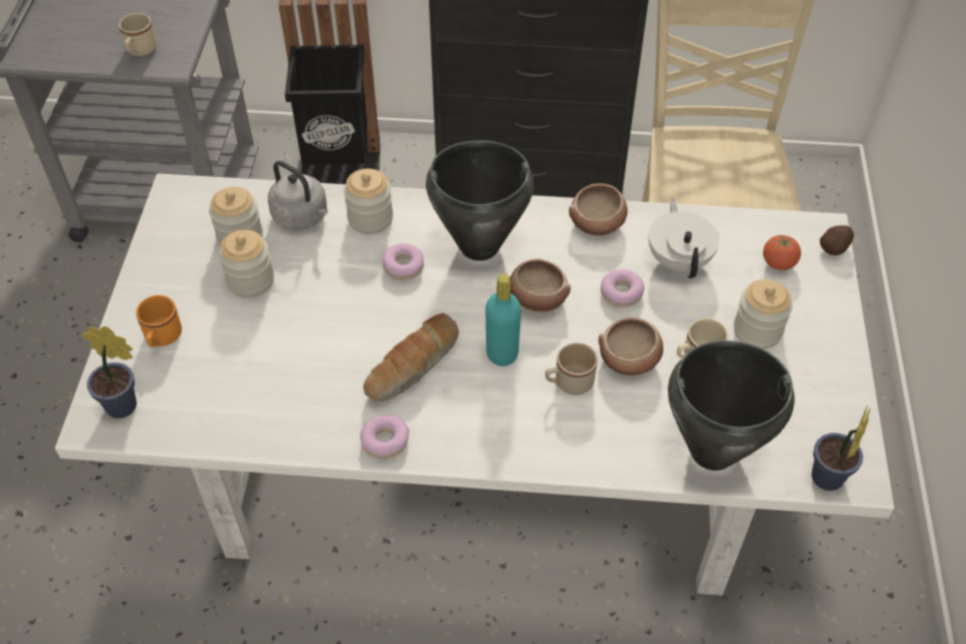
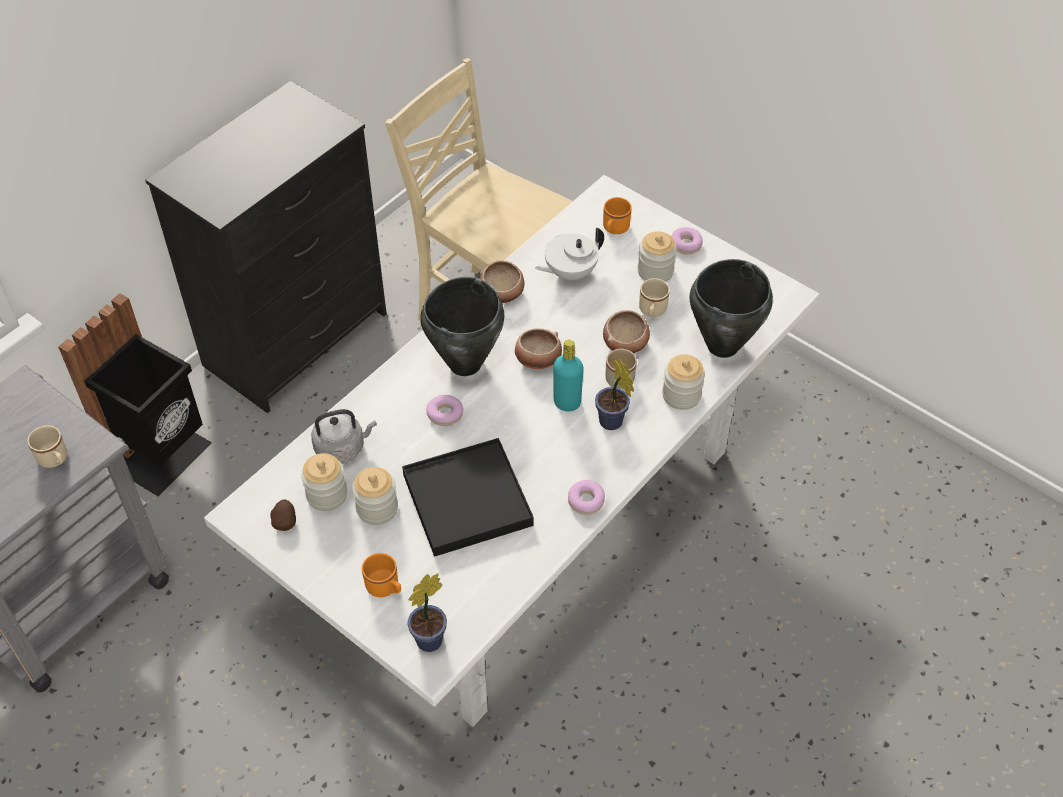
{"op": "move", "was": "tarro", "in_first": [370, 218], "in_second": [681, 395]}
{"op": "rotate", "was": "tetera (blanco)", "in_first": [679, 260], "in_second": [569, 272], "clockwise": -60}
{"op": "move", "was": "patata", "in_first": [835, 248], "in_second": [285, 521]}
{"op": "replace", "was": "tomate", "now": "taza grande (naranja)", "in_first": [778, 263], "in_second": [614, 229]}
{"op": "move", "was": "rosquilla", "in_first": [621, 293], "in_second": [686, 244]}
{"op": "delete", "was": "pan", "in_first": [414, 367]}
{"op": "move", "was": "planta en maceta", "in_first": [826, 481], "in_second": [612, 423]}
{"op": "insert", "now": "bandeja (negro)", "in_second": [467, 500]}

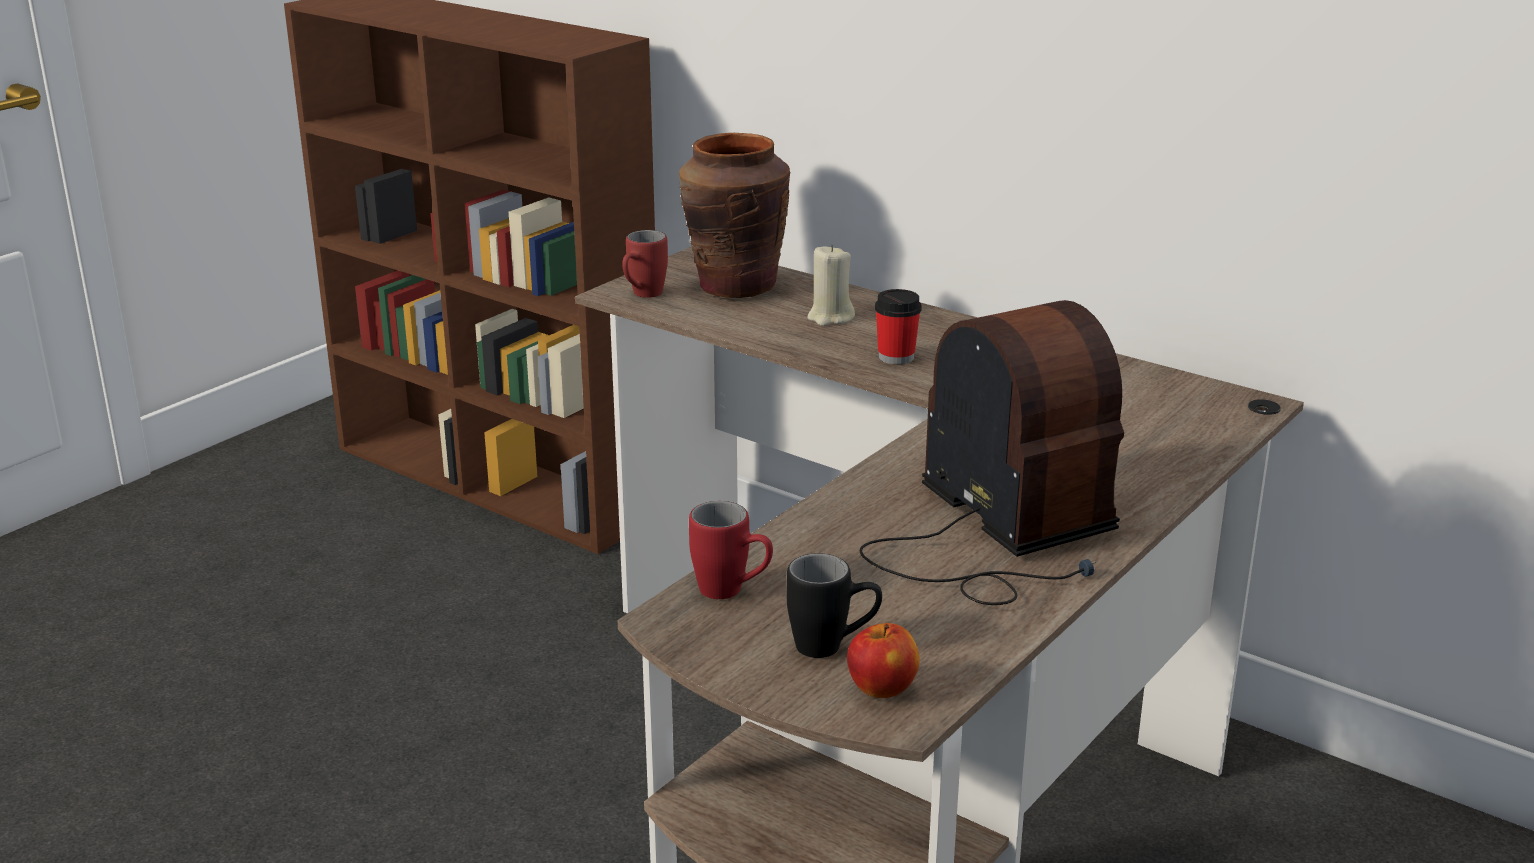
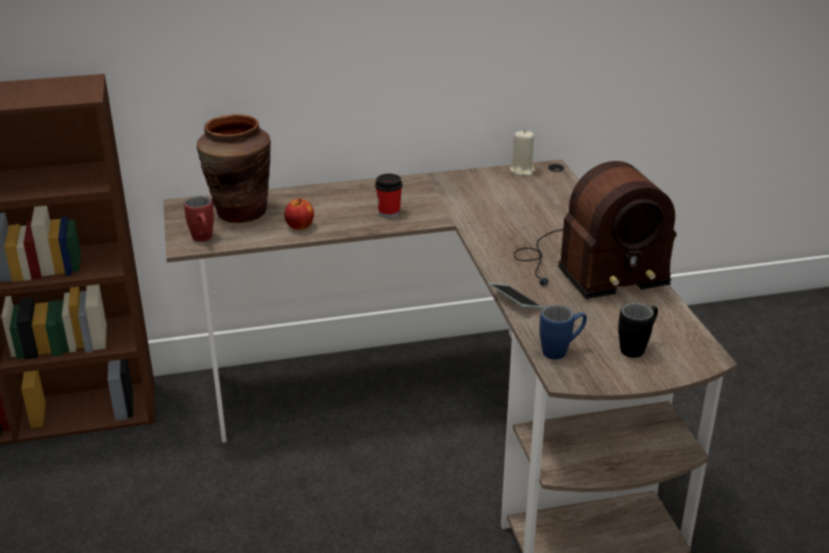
{"op": "move", "was": "vela (beis)", "in_first": [830, 317], "in_second": [522, 170]}
{"op": "rotate", "was": "radio", "in_first": [997, 534], "in_second": [587, 269], "clockwise": 150}
{"op": "recolor", "was": "taza grande (rojo)", "now": "taza grande (azul)", "in_first": [732, 592], "in_second": [561, 351]}
{"op": "move", "was": "manzana", "in_first": [882, 689], "in_second": [299, 227]}
{"op": "insert", "now": "móvil", "in_second": [514, 301]}

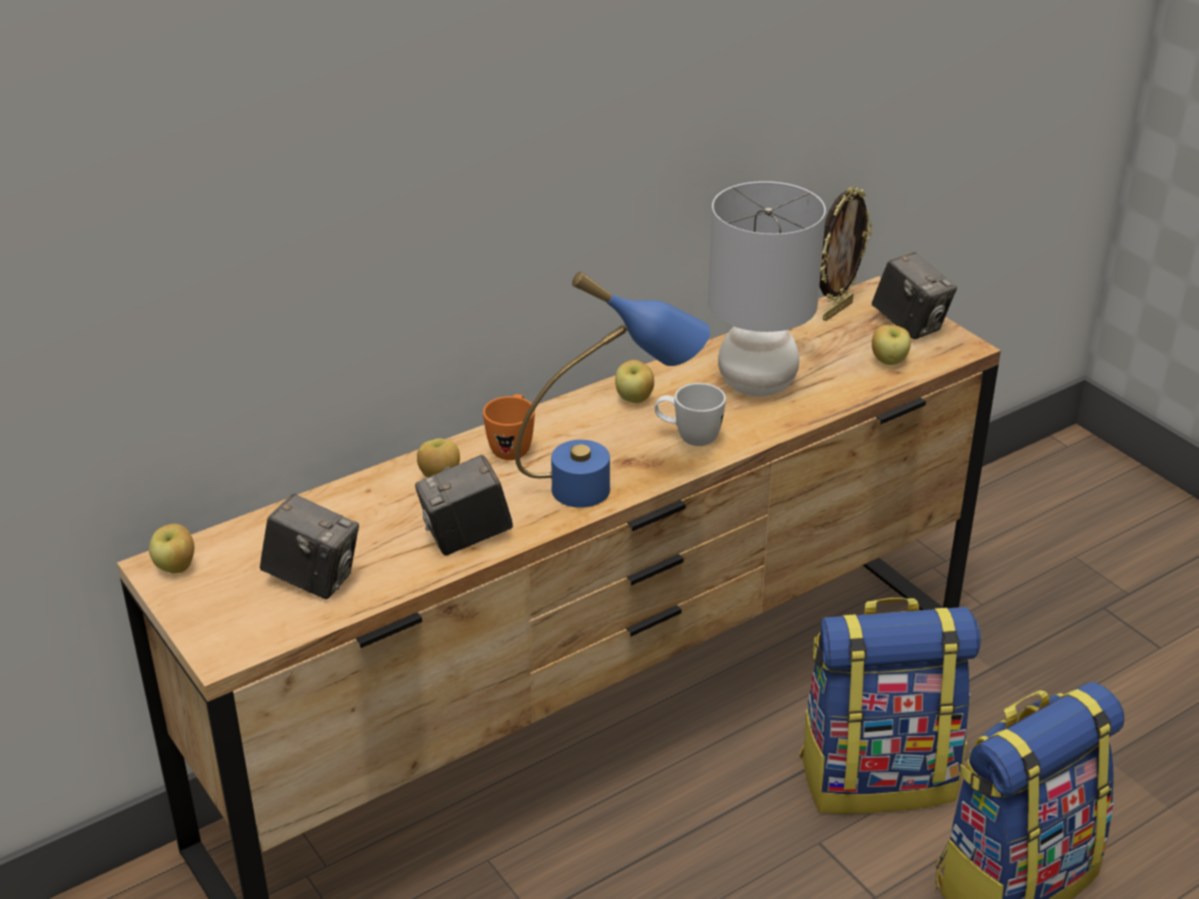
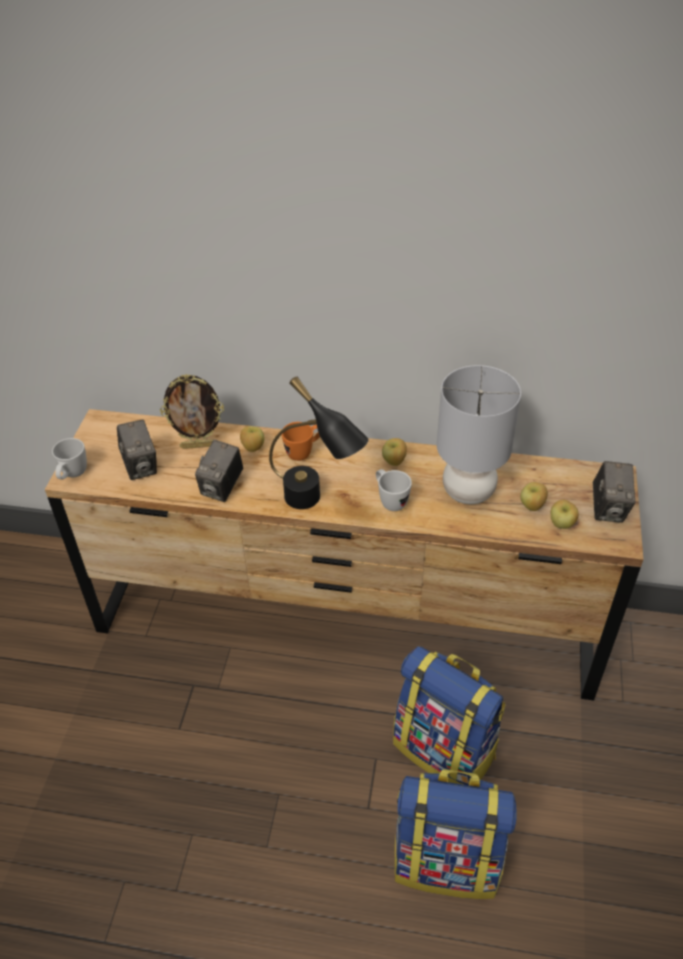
{"op": "move", "was": "portarretratos", "in_first": [836, 310], "in_second": [198, 445]}
{"op": "recolor", "was": "lámpara de mesa (azul)", "now": "lámpara de mesa (negro)", "in_first": [610, 487], "in_second": [316, 503]}
{"op": "rotate", "was": "cámara", "in_first": [466, 538], "in_second": [222, 487], "clockwise": -90}
{"op": "move", "was": "manzana", "in_first": [176, 568], "in_second": [532, 506]}
{"op": "insert", "now": "taza grande (blanco)", "in_second": [72, 476]}

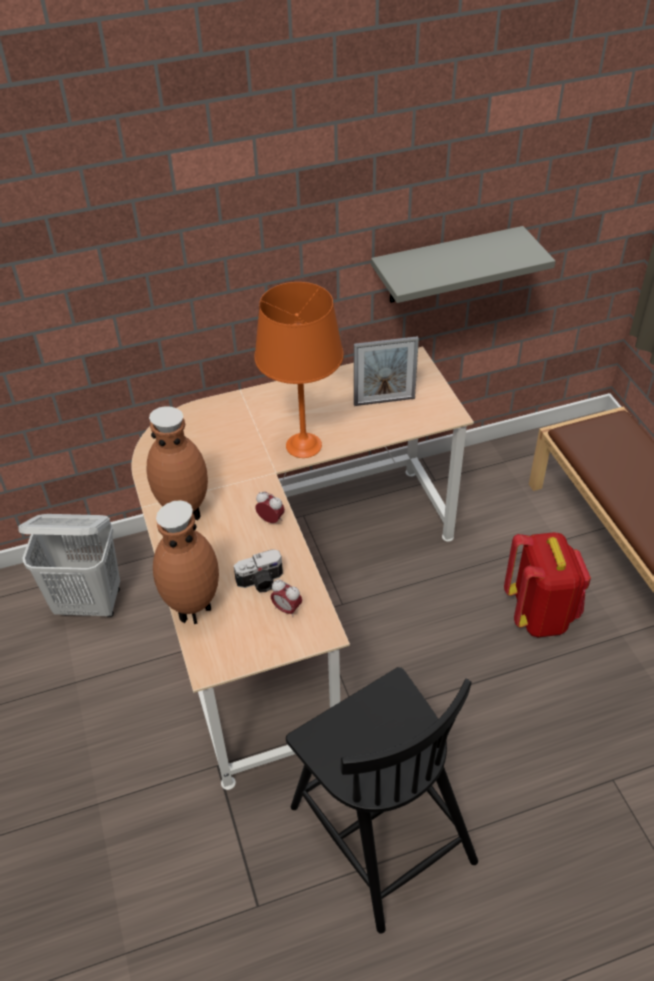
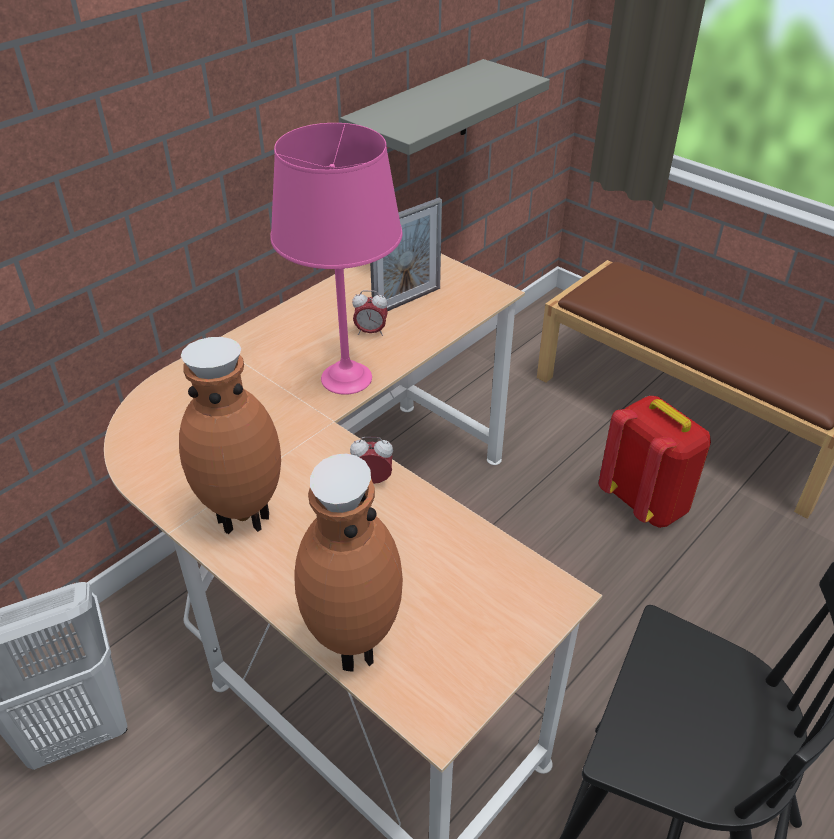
{"op": "recolor", "was": "lámpara de mesa (naranja)", "now": "lámpara de mesa (rosa)", "in_first": [304, 445], "in_second": [347, 378]}
{"op": "delete", "was": "cámara", "in_first": [261, 582]}
{"op": "move", "was": "despertador", "in_first": [287, 609], "in_second": [370, 332]}

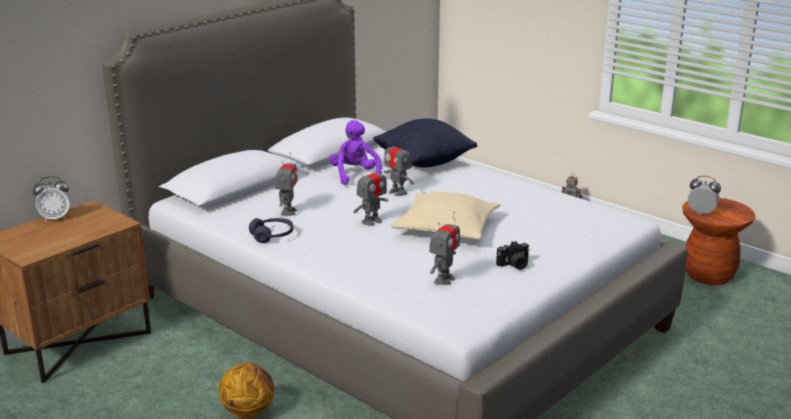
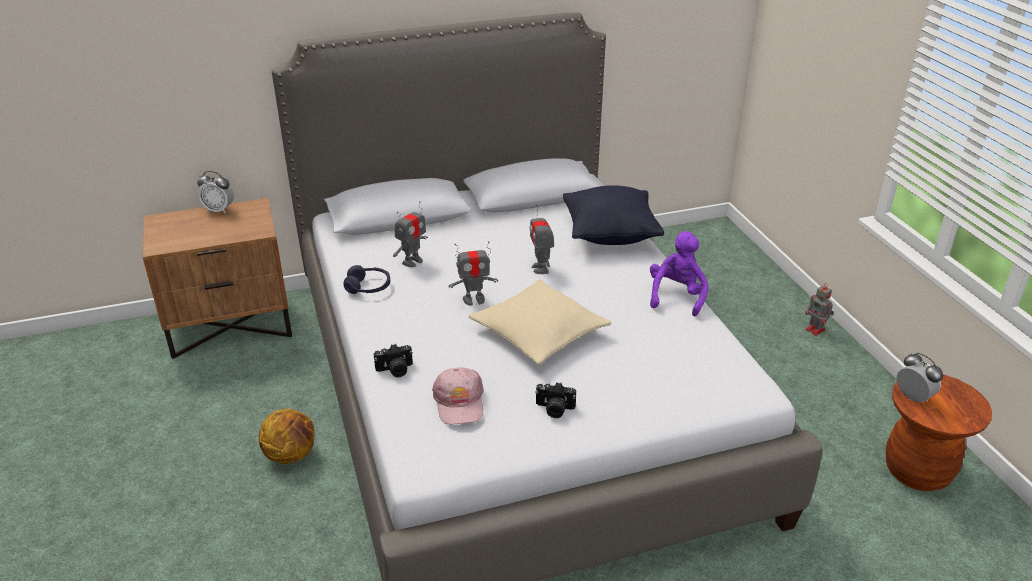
{"op": "move", "was": "peluche (morado)", "in_first": [355, 176], "in_second": [676, 296]}
{"op": "replace", "was": "robot de juguete", "now": "gorra (rosa)", "in_first": [444, 279], "in_second": [459, 402]}
{"op": "insert", "now": "cámara", "in_second": [395, 370]}

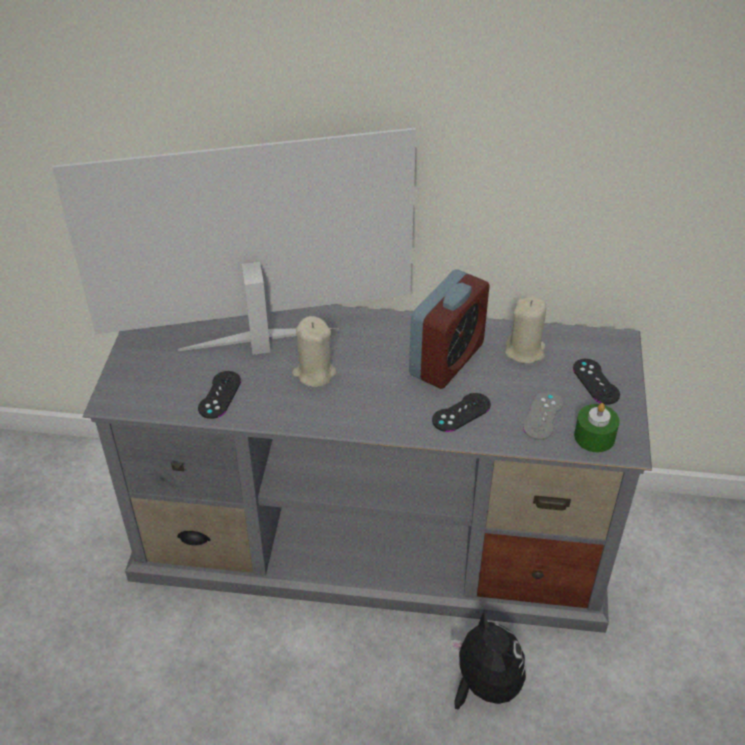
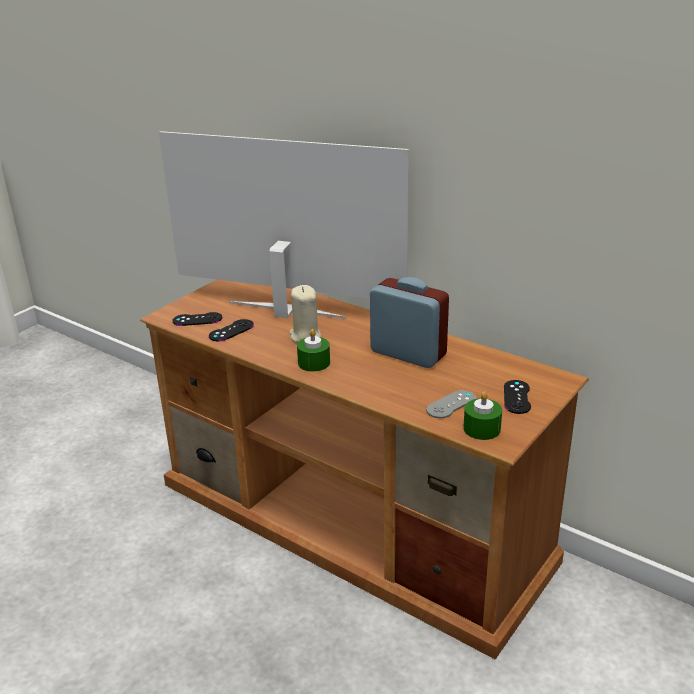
{"op": "rotate", "was": "despertador", "in_first": [446, 359], "in_second": [408, 353], "clockwise": -120}
{"op": "delete", "was": "vela (beis)", "in_first": [525, 351]}
{"op": "recolor", "was": "mueble de televisión (gris)", "now": "mueble de televisión (marrón)", "in_first": [376, 537], "in_second": [354, 521]}
{"op": "move", "was": "mando de consola (negro)", "in_first": [461, 412], "in_second": [197, 319]}
{"op": "delete", "was": "peluche", "in_first": [484, 685]}
{"op": "insert", "now": "vela (verde)", "in_second": [314, 363]}

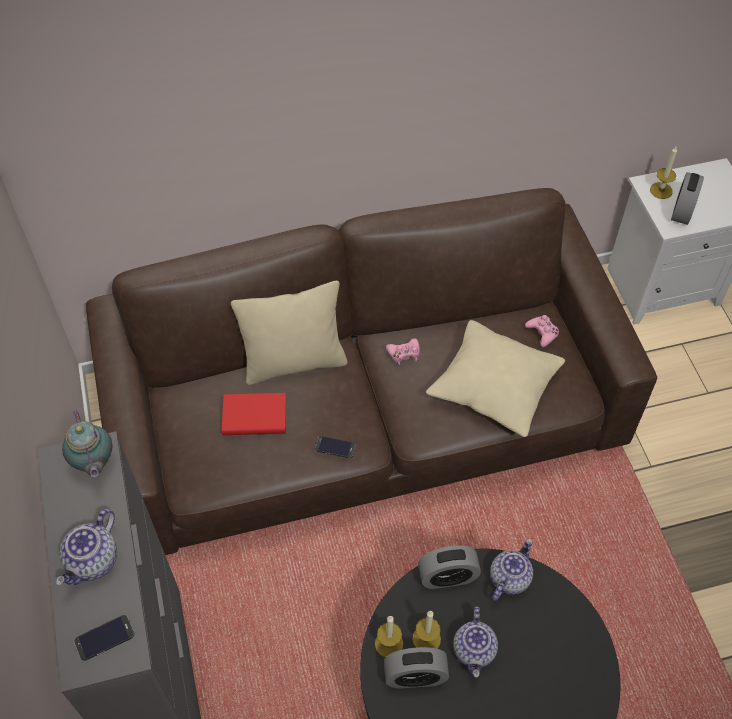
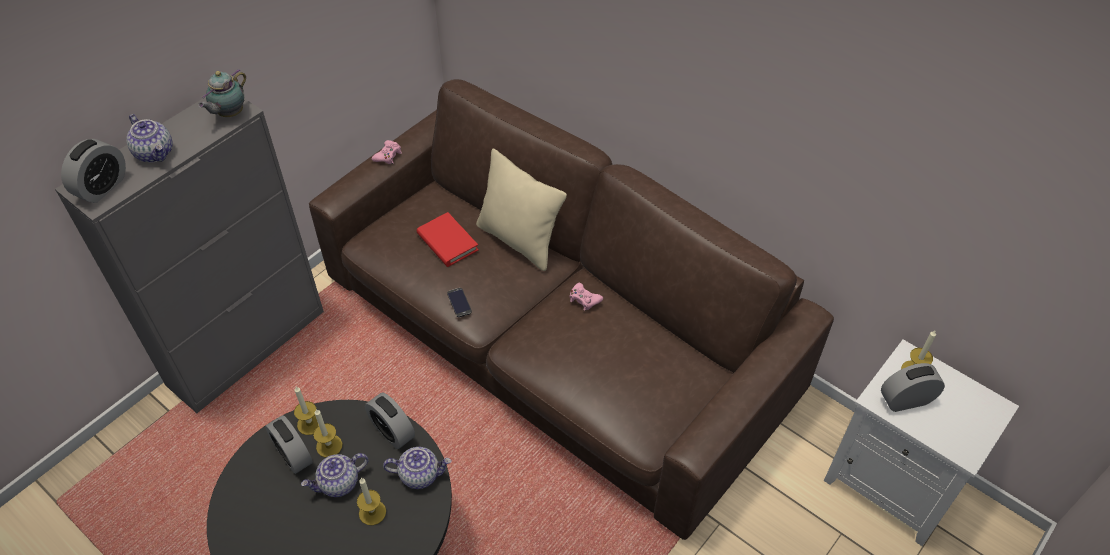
{"op": "move", "was": "mando de consola (rosa)", "in_first": [542, 333], "in_second": [388, 156]}
{"op": "delete", "was": "cojín (beis)", "in_first": [494, 387]}
{"op": "rotate", "was": "tetera", "in_first": [93, 561], "in_second": [155, 153], "clockwise": -120}
{"op": "replace", "was": "móvil", "now": "despertador", "in_first": [104, 638], "in_second": [102, 187]}
{"op": "insert", "now": "vela", "in_second": [372, 512]}

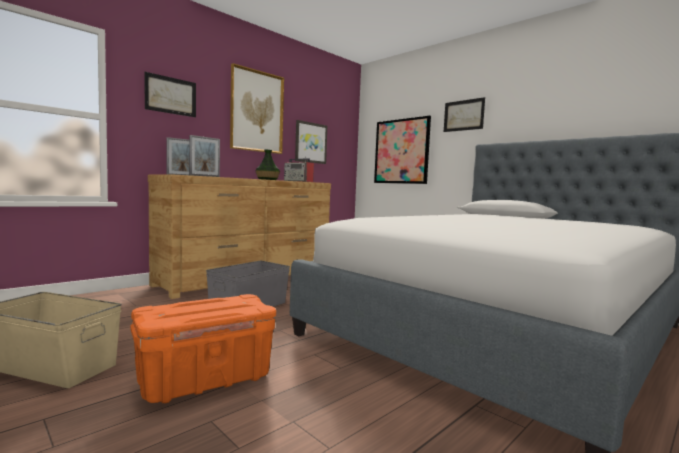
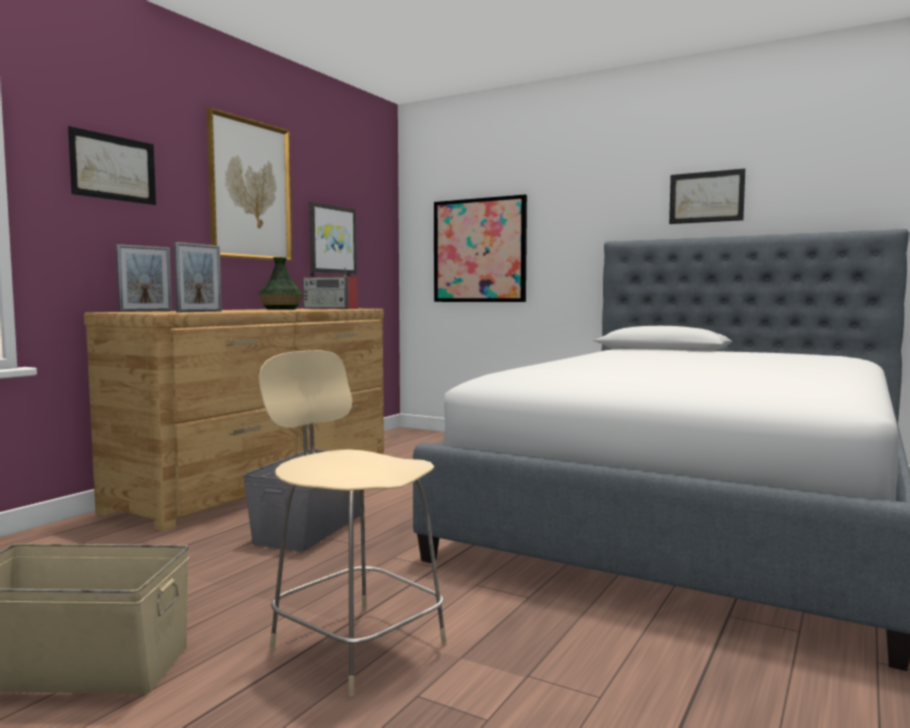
{"op": "move", "was": "cuadro", "in_first": [463, 115], "in_second": [706, 197]}
{"op": "replace", "was": "caja de almacenaje (naranja)", "now": "silla (beis)", "in_first": [206, 379], "in_second": [354, 644]}

